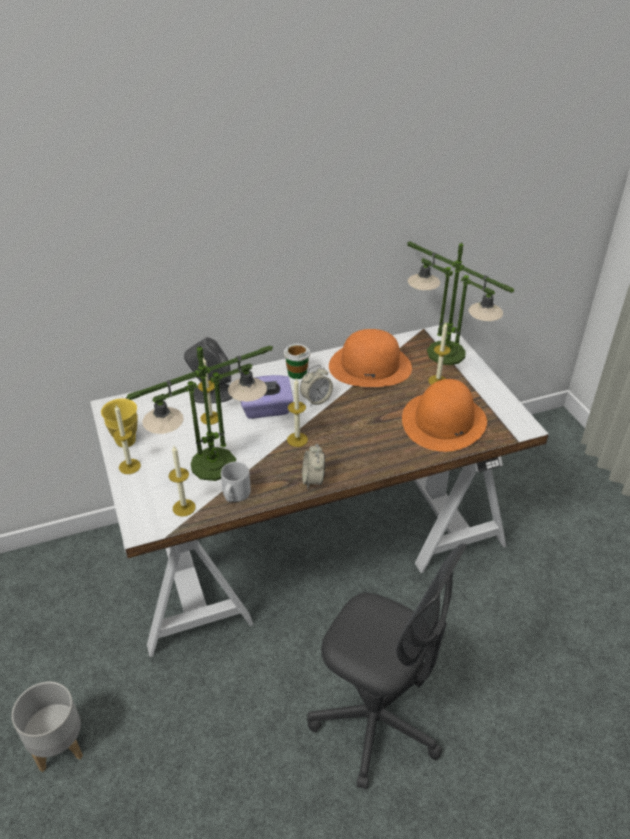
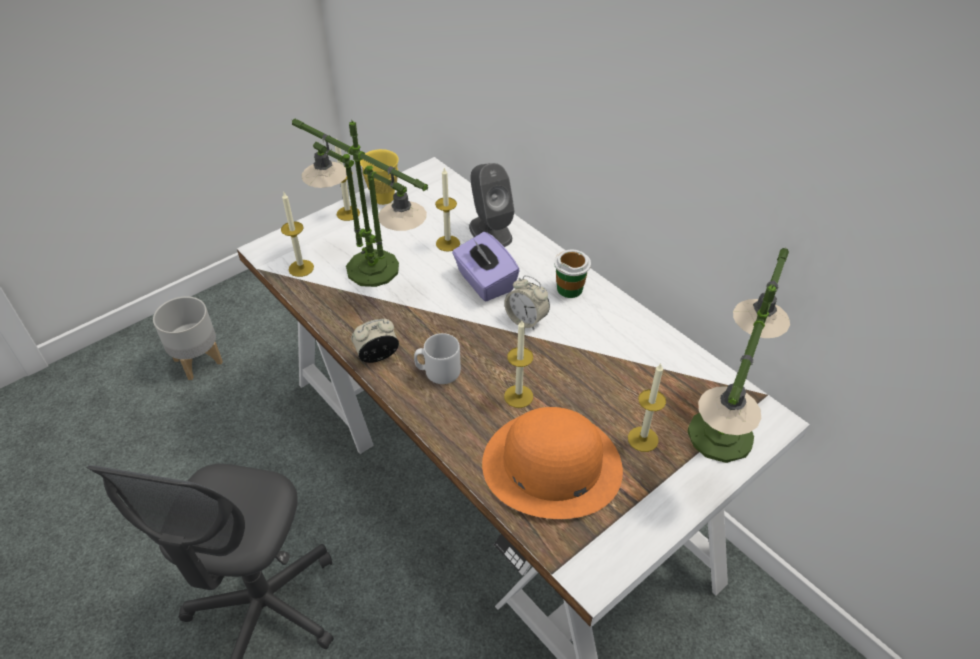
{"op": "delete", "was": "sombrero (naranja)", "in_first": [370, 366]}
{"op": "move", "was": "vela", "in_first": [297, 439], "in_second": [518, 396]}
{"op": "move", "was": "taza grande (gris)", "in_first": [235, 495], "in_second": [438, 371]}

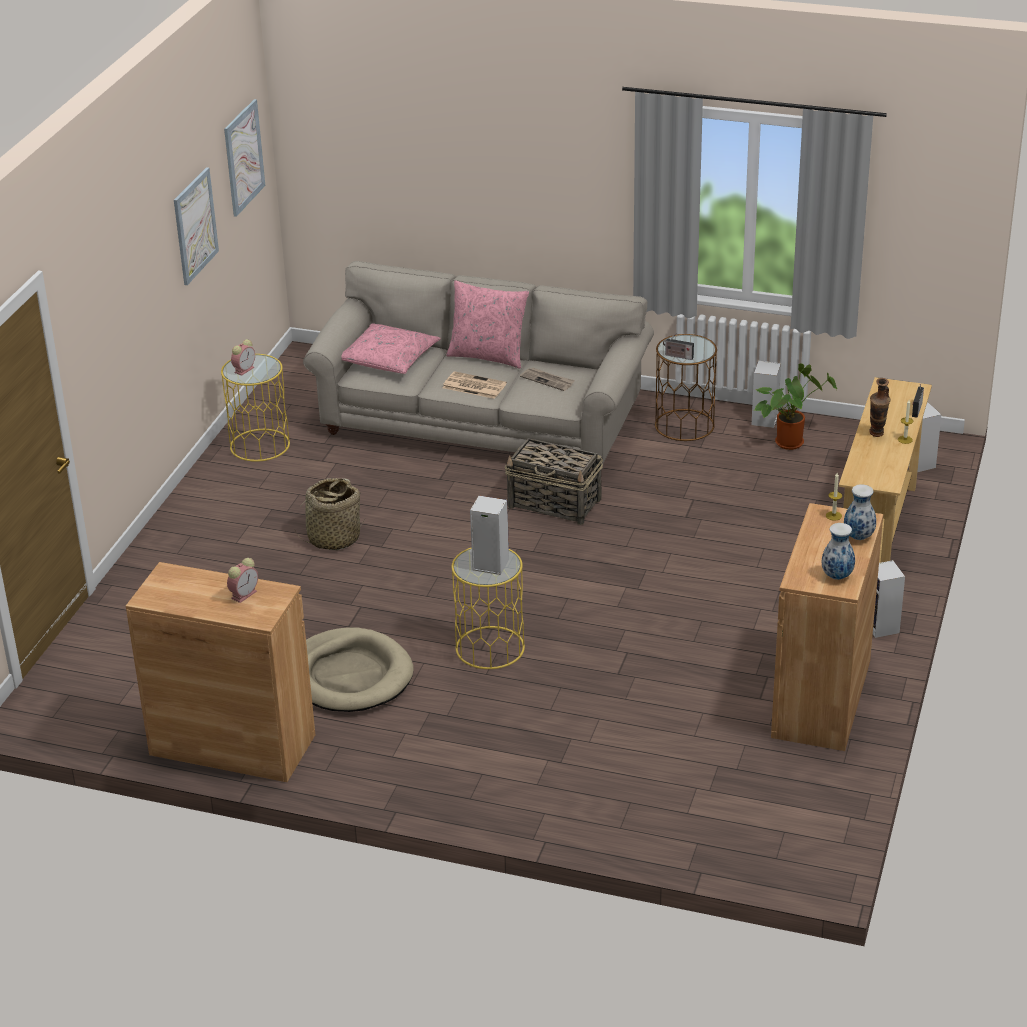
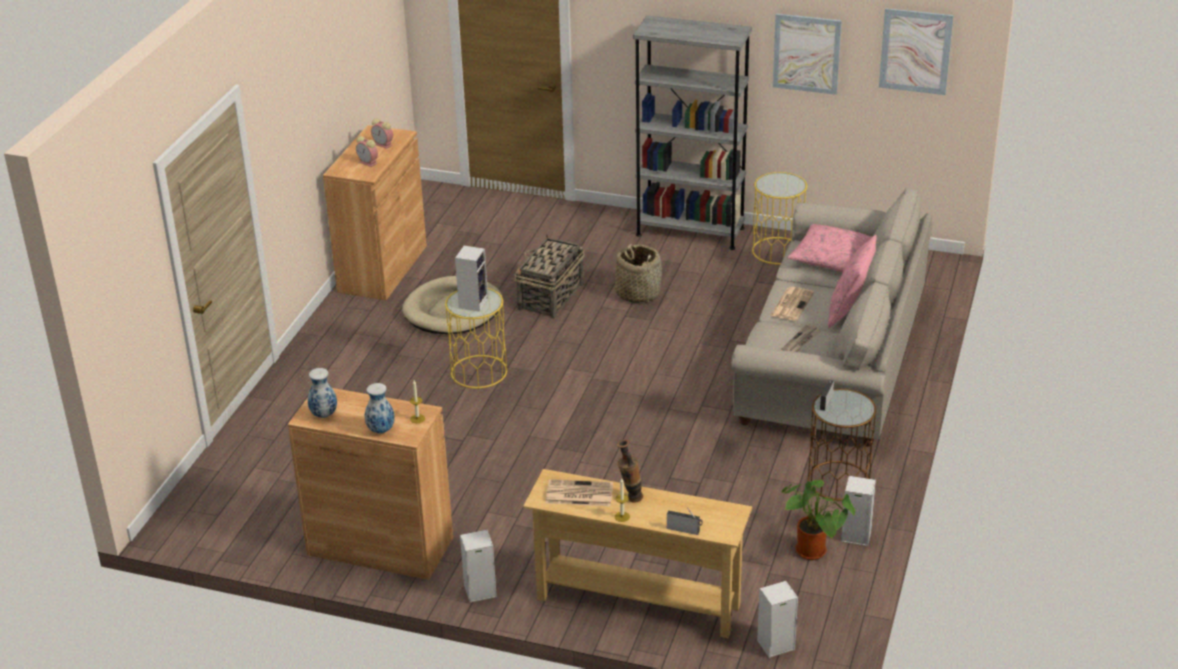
{"op": "move", "was": "despertador", "in_first": [244, 369], "in_second": [384, 144]}
{"op": "move", "was": "cesta", "in_first": [555, 503], "in_second": [550, 297]}
{"op": "insert", "now": "estantería (gris)", "in_second": [690, 231]}
{"op": "insert", "now": "periódico", "in_second": [578, 494]}

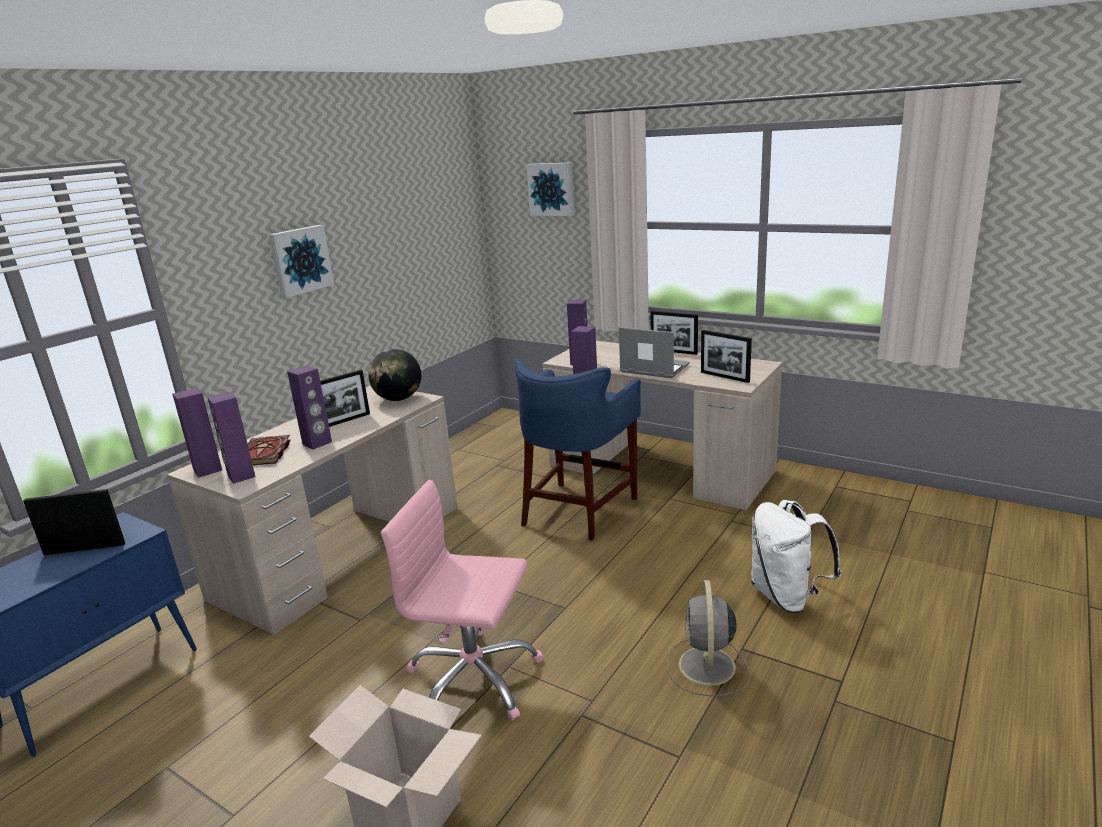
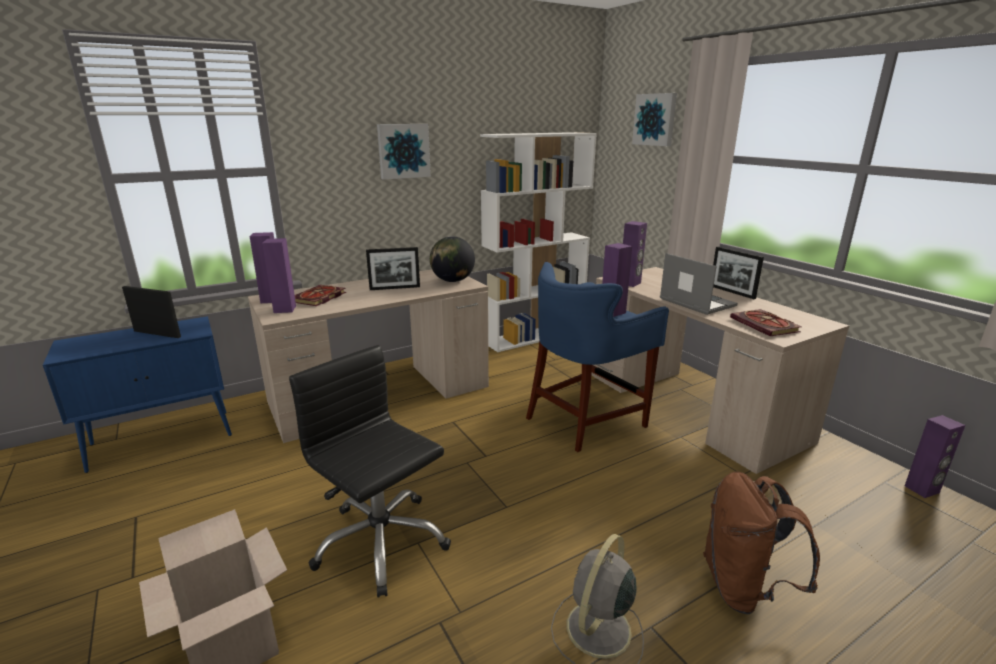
{"op": "replace", "was": "portarretratos", "now": "libro", "in_first": [724, 377], "in_second": [766, 325]}
{"op": "move", "was": "altavoz (morado)", "in_first": [317, 443], "in_second": [922, 489]}
{"op": "recolor", "was": "silla de oficina (rosa)", "now": "silla de oficina (negro)", "in_first": [473, 679], "in_second": [380, 542]}
{"op": "recolor", "was": "mochila (blanco)", "now": "mochila (marrón)", "in_first": [787, 597], "in_second": [744, 588]}
{"op": "insert", "now": "estantería (blanco)", "in_second": [534, 336]}

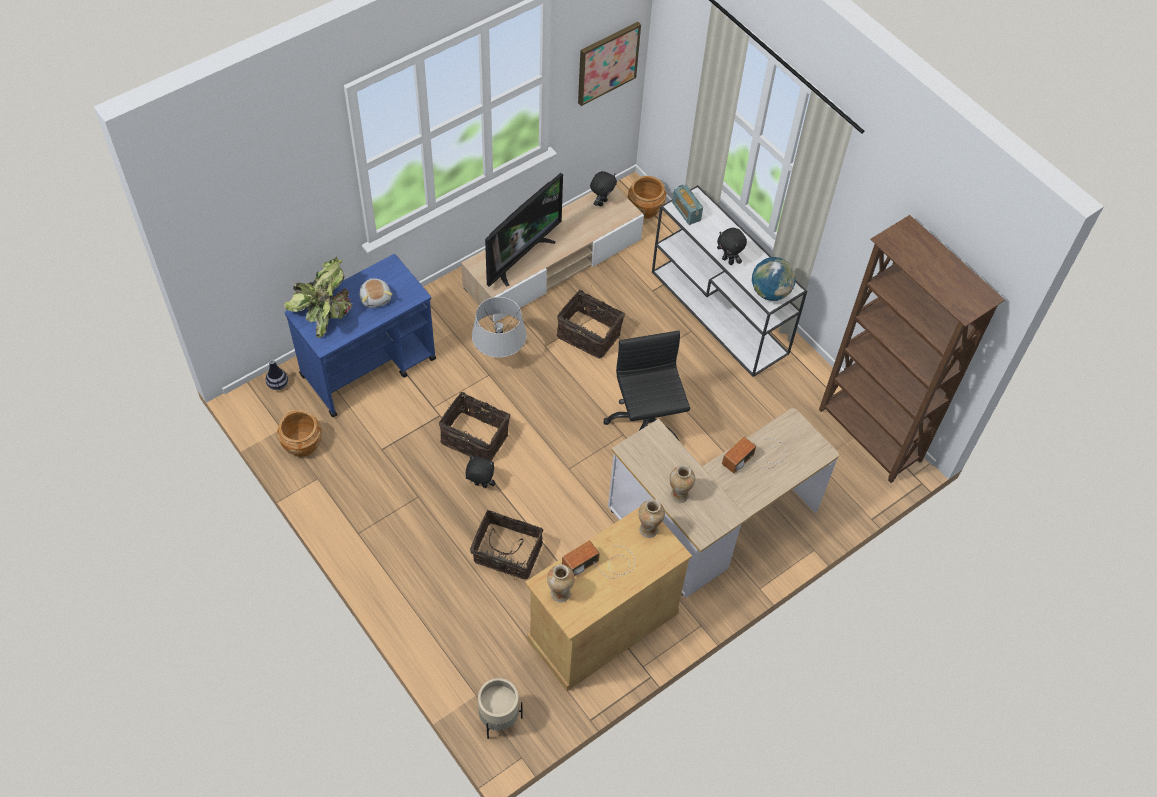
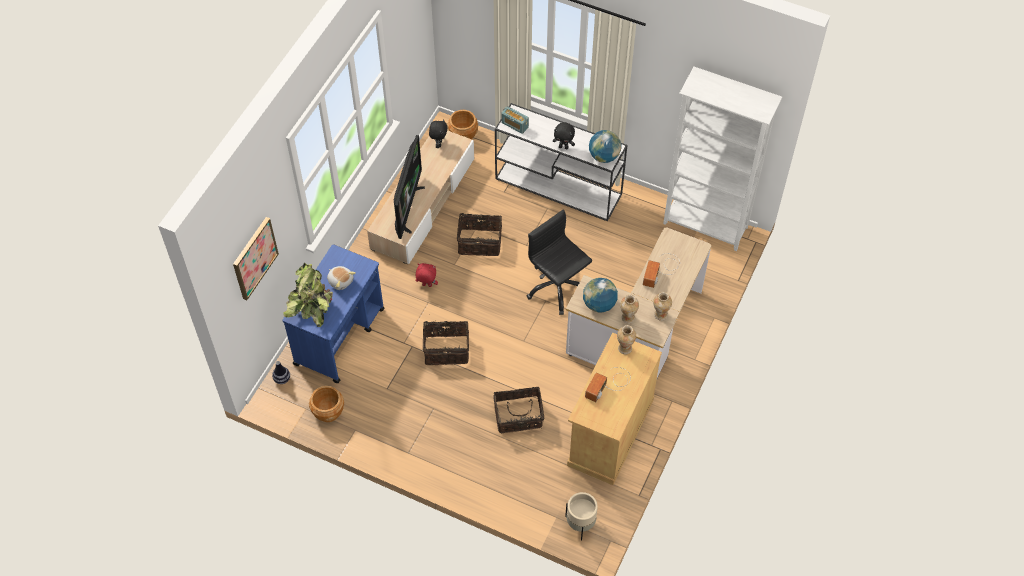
{"op": "move", "was": "cuadro", "in_first": [607, 62], "in_second": [254, 258]}
{"op": "recolor", "was": "estantería (marrón)", "now": "estantería (blanco)", "in_first": [869, 436], "in_second": [705, 226]}
{"op": "replace", "was": "lámpara de mesa (gris)", "now": "peluche (rojo)", "in_first": [499, 355], "in_second": [426, 285]}
{"op": "delete", "was": "peluche (negro)", "in_first": [480, 485]}
{"op": "move", "was": "florero", "in_first": [559, 593], "in_second": [660, 315]}
{"op": "insert", "now": "globo terráqueo", "in_second": [599, 304]}

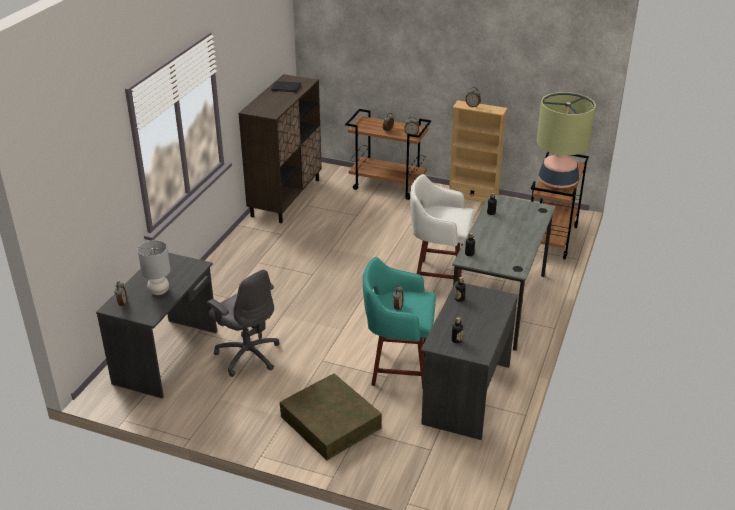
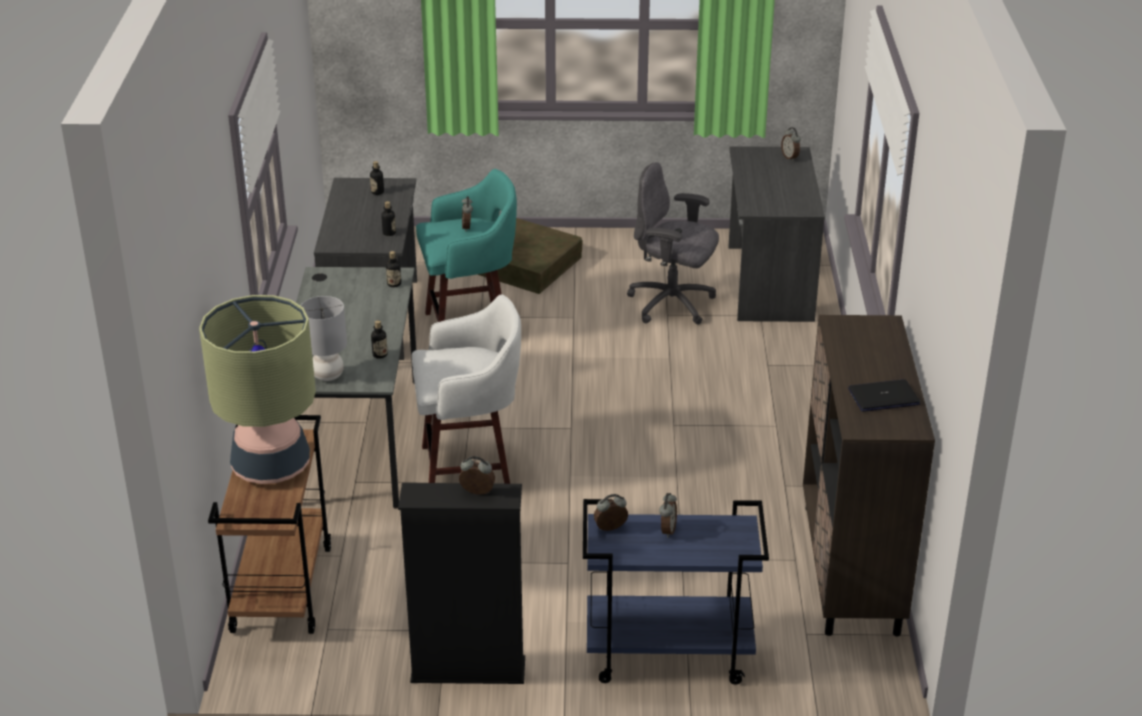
{"op": "recolor", "was": "estantería (beis)", "now": "estantería (negro)", "in_first": [473, 196], "in_second": [468, 670]}
{"op": "recolor", "was": "carrito (marrón)", "now": "carrito (azul)", "in_first": [388, 186], "in_second": [667, 654]}
{"op": "move", "was": "lámpara de mesa (gris)", "in_first": [159, 291], "in_second": [328, 376]}

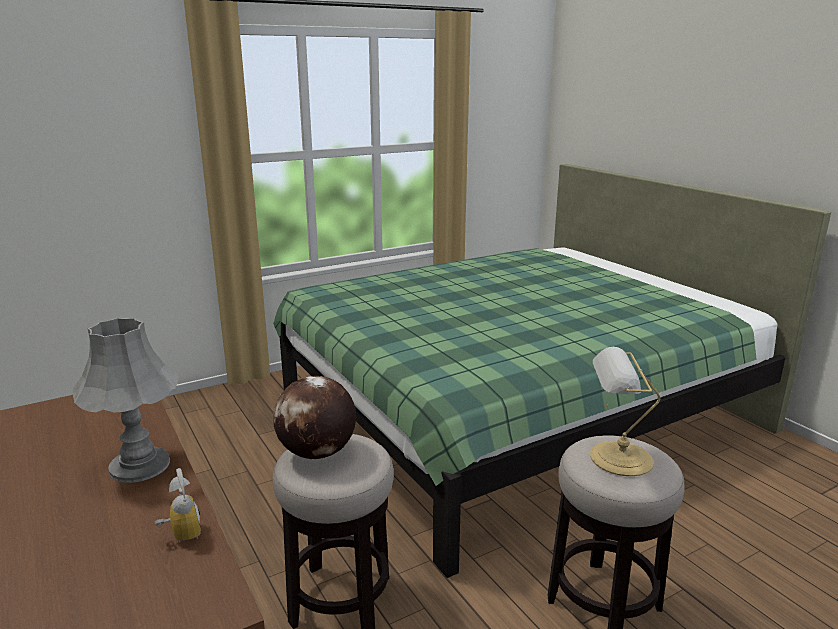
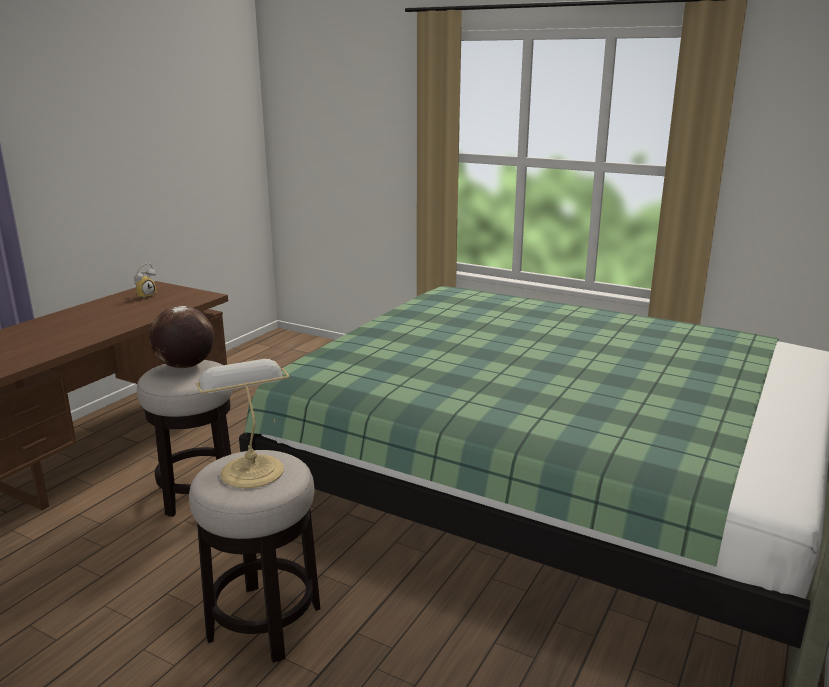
{"op": "delete", "was": "lámpara de mesa (gris)", "in_first": [140, 465]}
{"op": "move", "was": "despertador", "in_first": [180, 534], "in_second": [145, 296]}

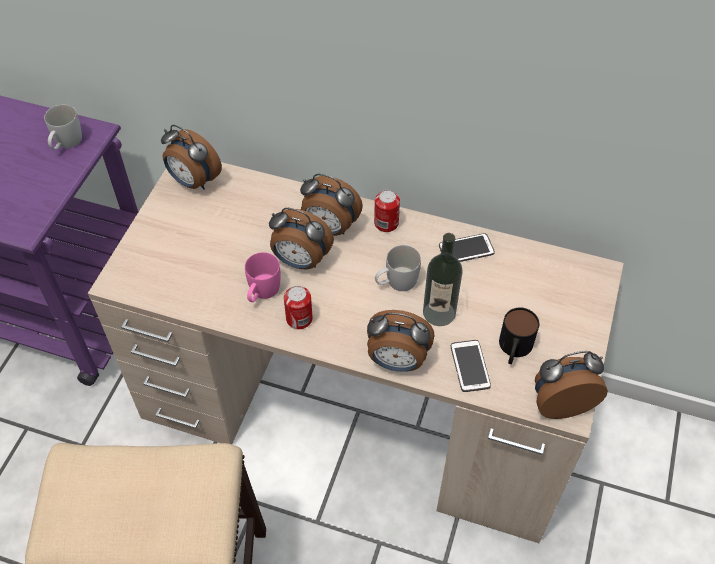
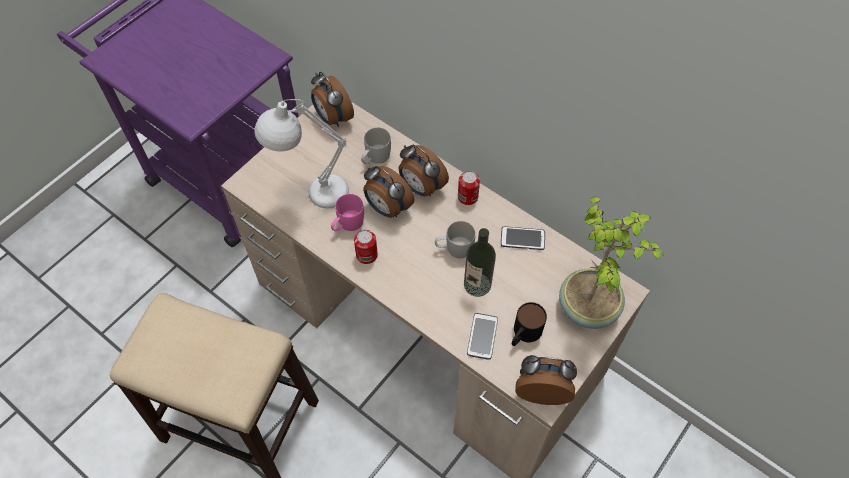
{"op": "move", "was": "taza grande (blanco)", "in_first": [66, 143], "in_second": [375, 158]}
{"op": "delete", "was": "despertador", "in_first": [397, 361]}
{"op": "insert", "now": "lámpara de mesa (blanco)", "in_second": [311, 194]}
{"op": "insert", "now": "planta en maceta", "in_second": [589, 306]}

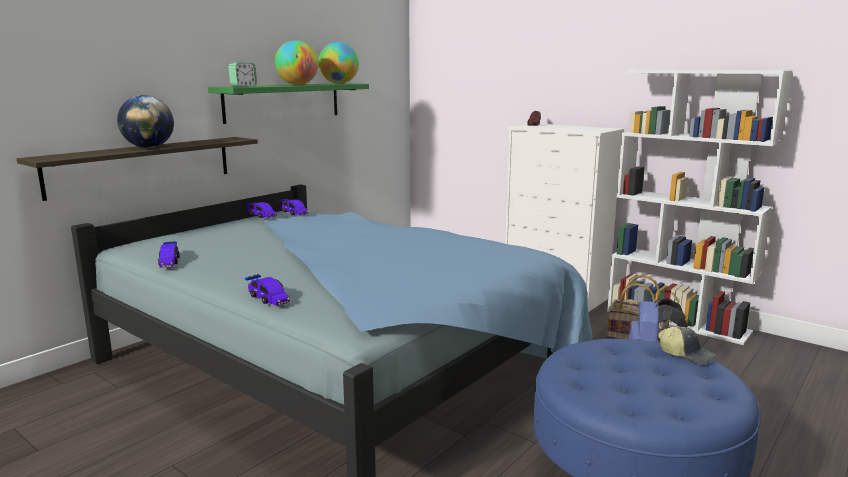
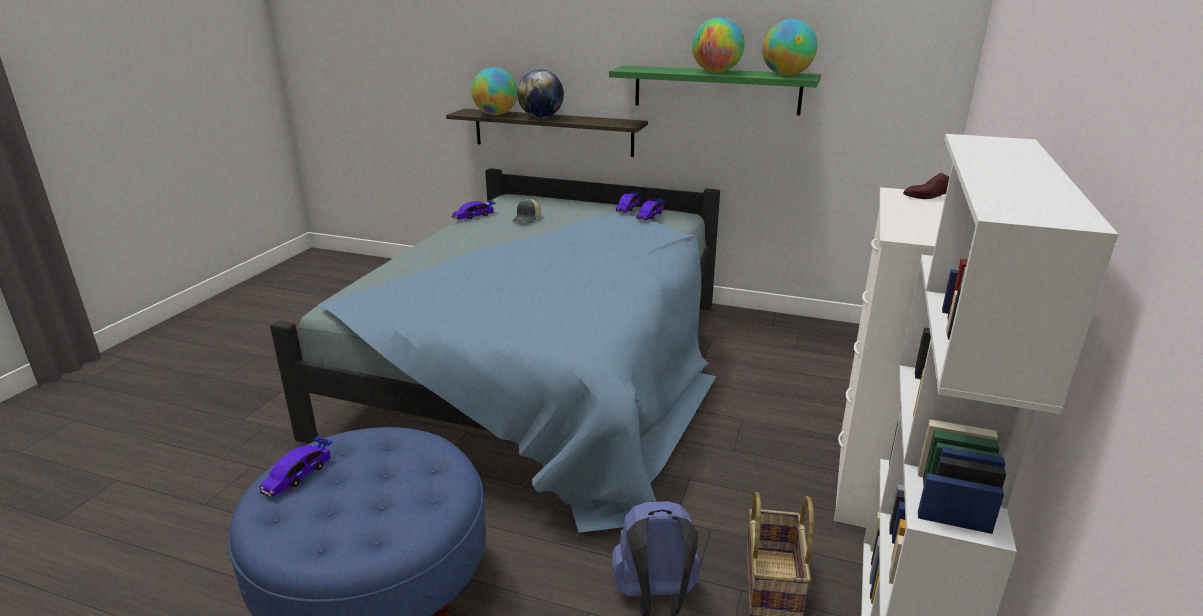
{"op": "delete", "was": "despertador", "in_first": [243, 86]}
{"op": "move", "was": "coche de juguete", "in_first": [268, 298], "in_second": [298, 475]}
{"op": "move", "was": "gorra", "in_first": [686, 354], "in_second": [527, 219]}
{"op": "insert", "now": "globo terráqueo", "in_second": [496, 114]}

